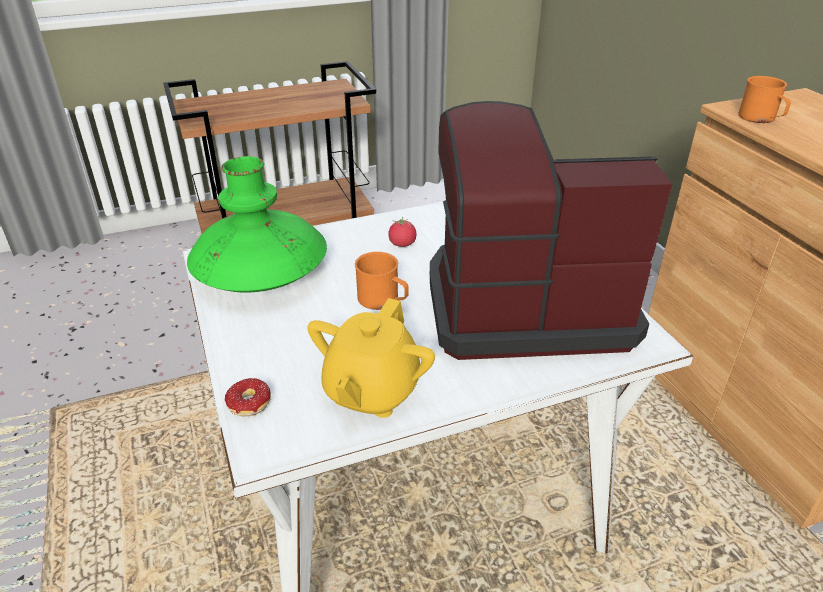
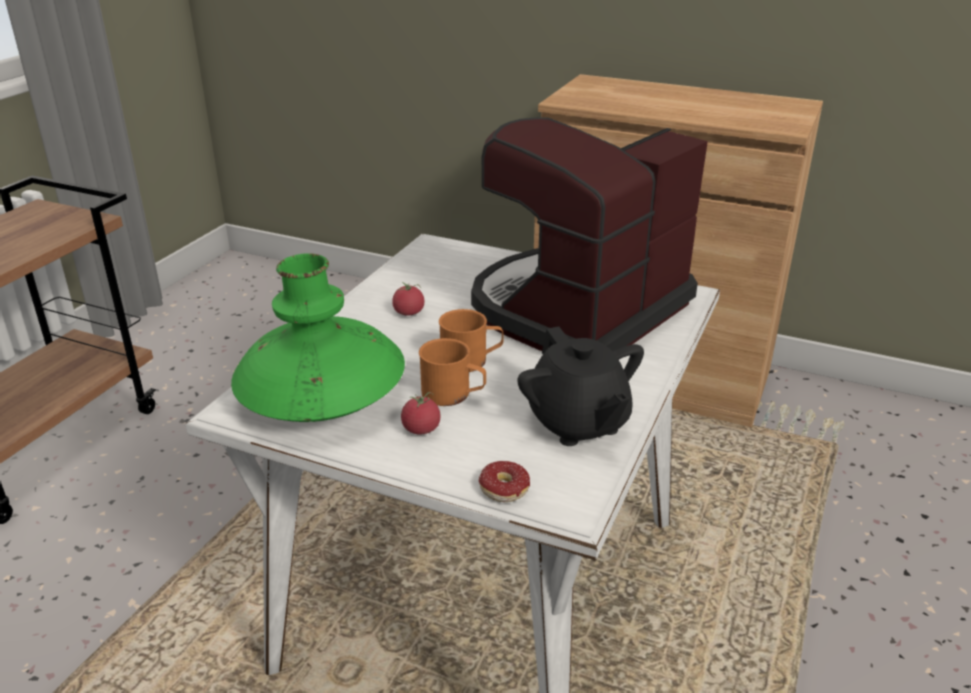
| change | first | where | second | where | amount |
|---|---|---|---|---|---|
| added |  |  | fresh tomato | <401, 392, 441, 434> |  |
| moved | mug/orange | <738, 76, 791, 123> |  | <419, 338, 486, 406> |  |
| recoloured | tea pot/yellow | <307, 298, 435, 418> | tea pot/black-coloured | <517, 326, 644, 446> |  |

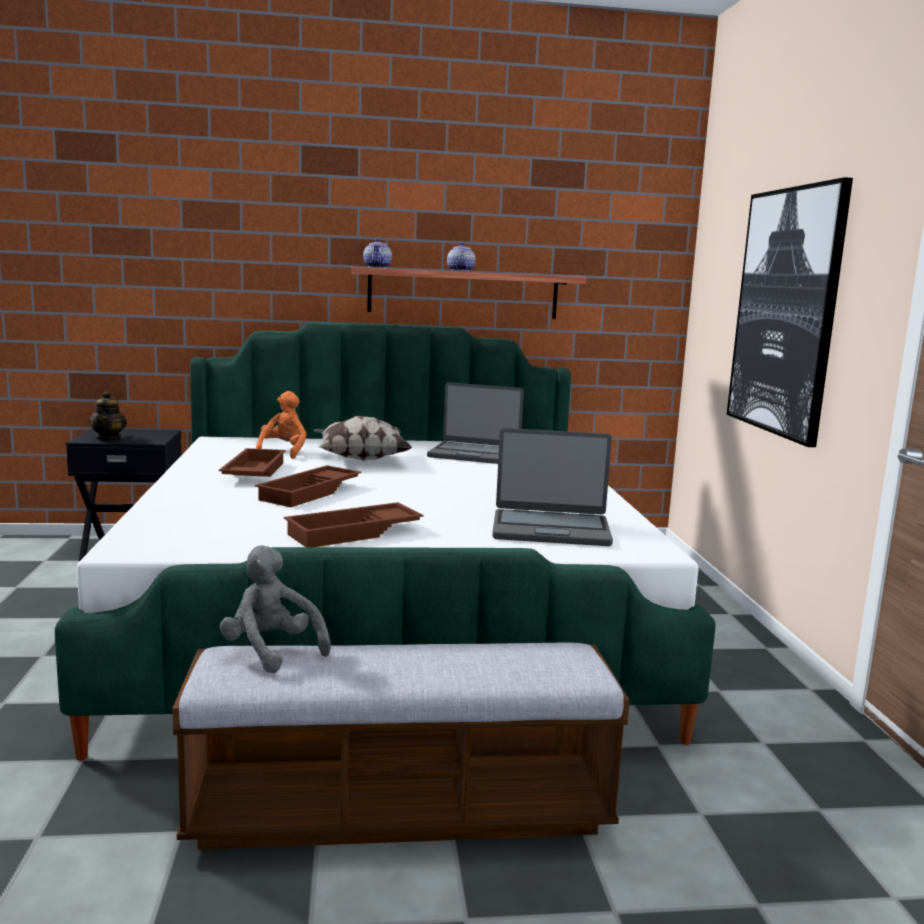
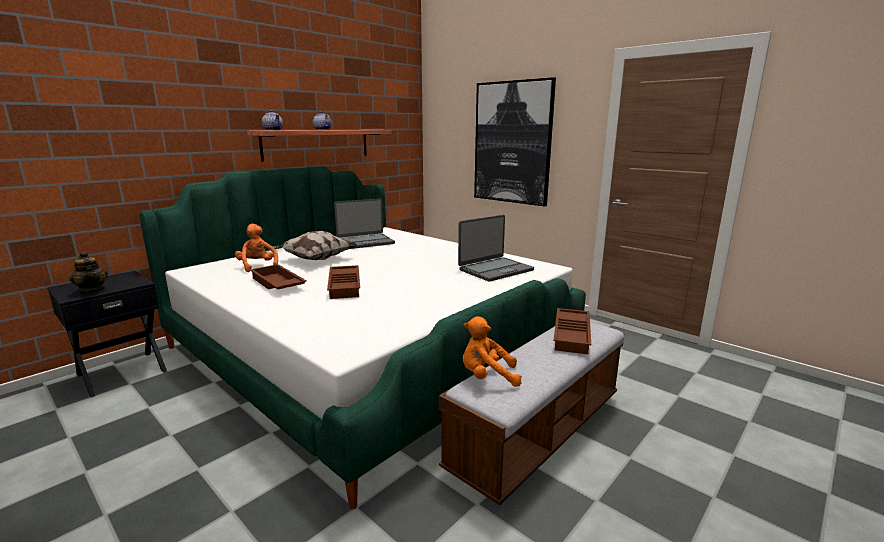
| change | first | where | second | where | amount |
|---|---|---|---|---|---|
| moved | serving tray/brownish | <284, 502, 424, 547> |  | <554, 308, 591, 354> |  |
| recoloured | soft toy/greyish | <220, 545, 331, 674> | soft toy/orange | <463, 316, 522, 387> |  |

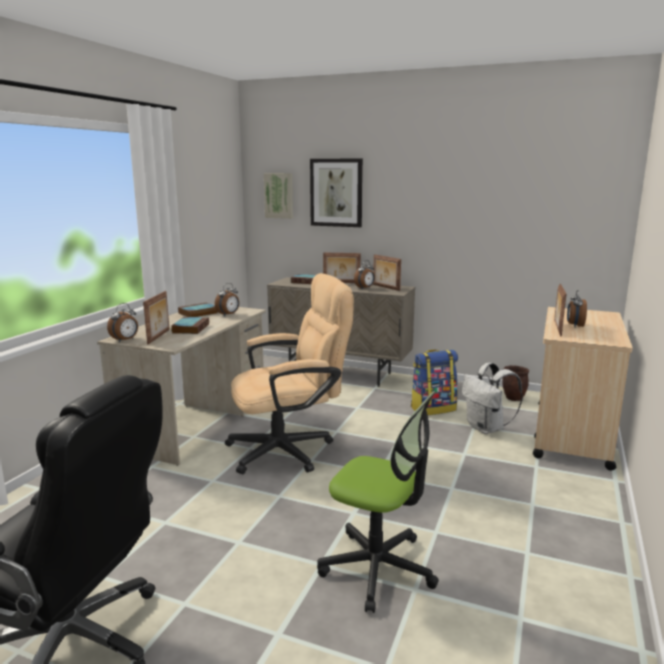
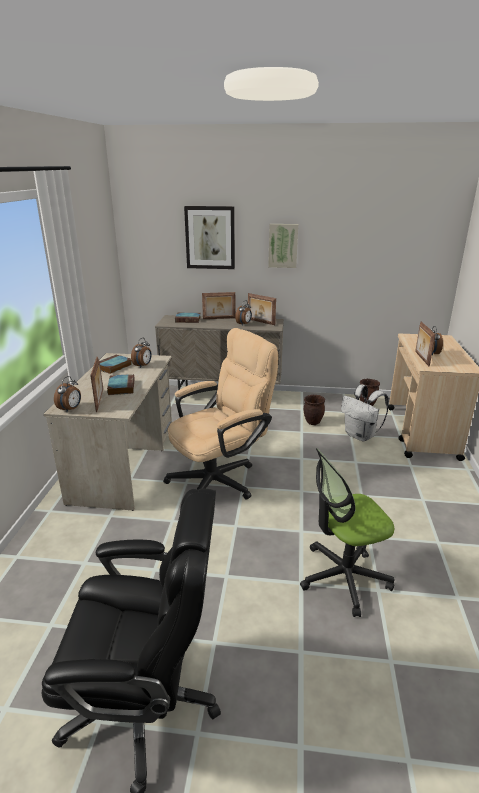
| change | first | where | second | where | amount |
|---|---|---|---|---|---|
| moved | wall picture | <264, 173, 293, 219> |  | <268, 224, 298, 268> |  |
| replaced | knapsack | <411, 349, 458, 415> | flower pot/brownish | <303, 395, 325, 425> |  |
| turned | office chair | <317, 391, 439, 613> |  | <300, 448, 394, 617> | 150 degrees clockwise |

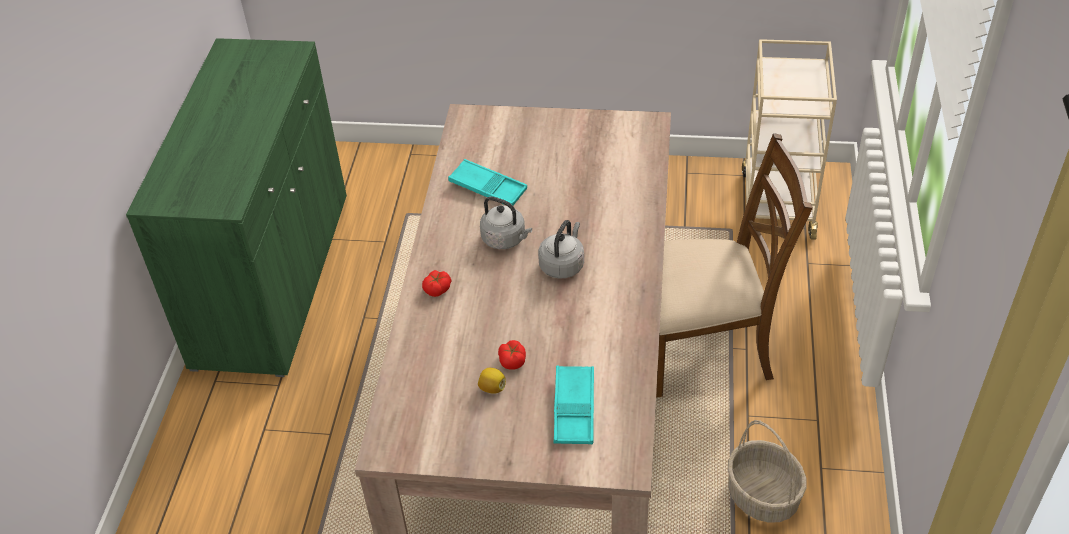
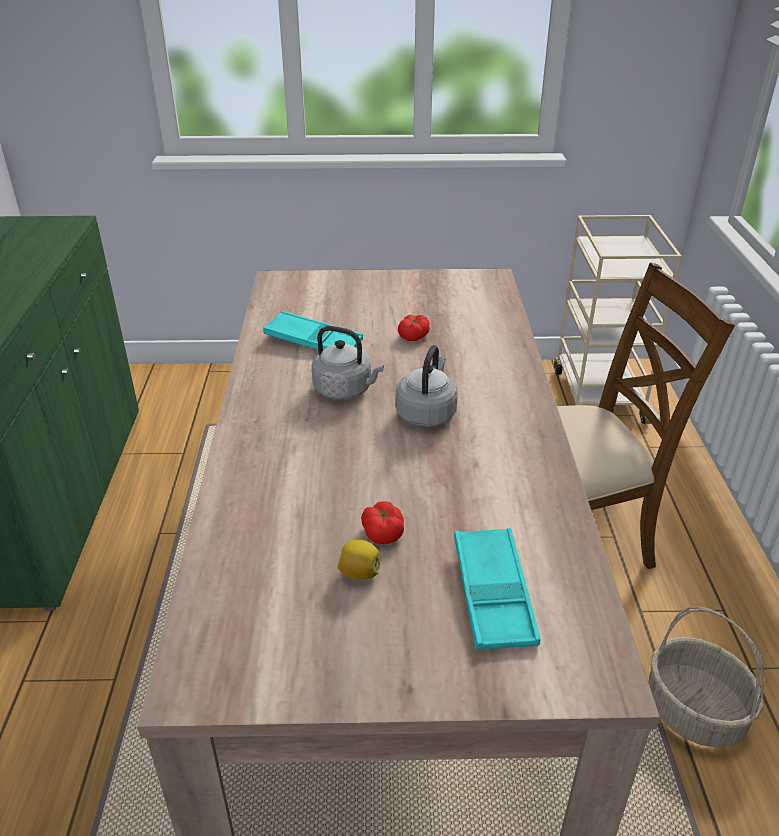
| change | first | where | second | where | amount |
|---|---|---|---|---|---|
| moved | fresh tomato | <422, 270, 451, 297> |  | <398, 315, 430, 341> |  |

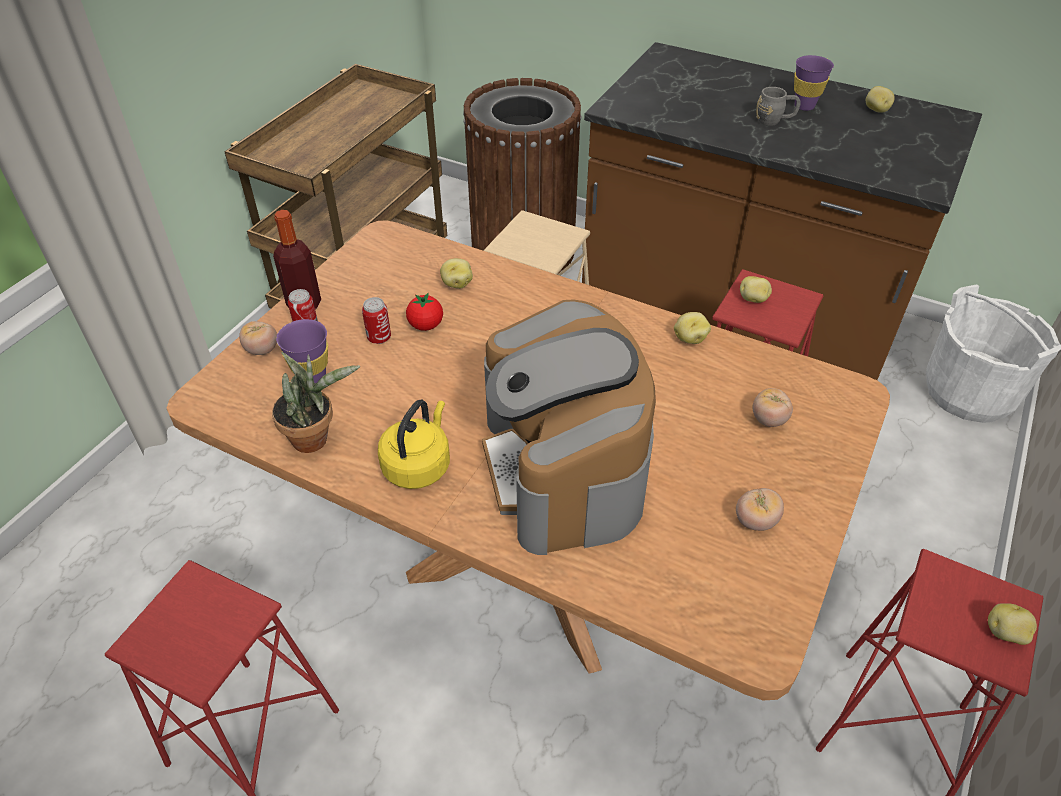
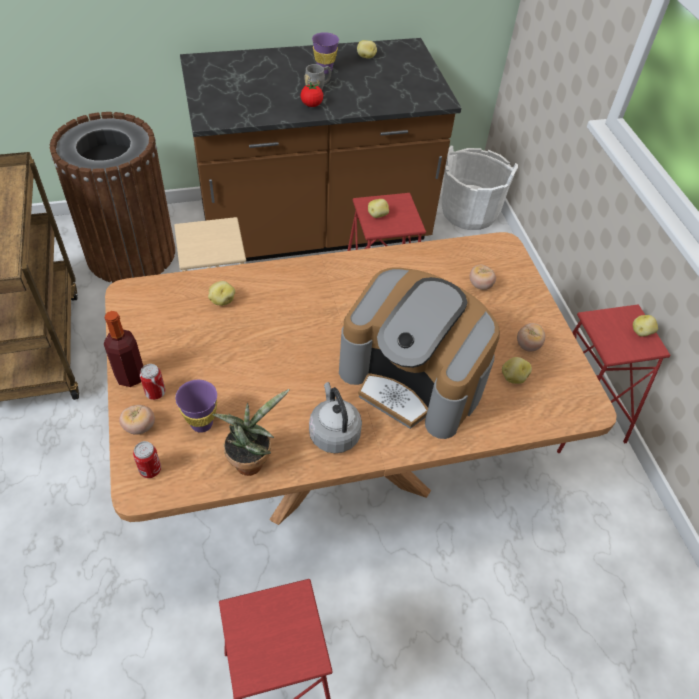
| change | first | where | second | where | amount |
|---|---|---|---|---|---|
| moved | metal can | <362, 297, 391, 344> |  | <133, 441, 161, 478> |  |
| moved | fresh tomato | <406, 293, 443, 331> |  | <301, 82, 323, 107> |  |
| moved | whole potato | <674, 312, 711, 344> |  | <502, 357, 532, 384> |  |
| recoloured | tea kettle/yellow | <378, 400, 450, 489> | tea kettle/greyish | <309, 382, 362, 453> |  |

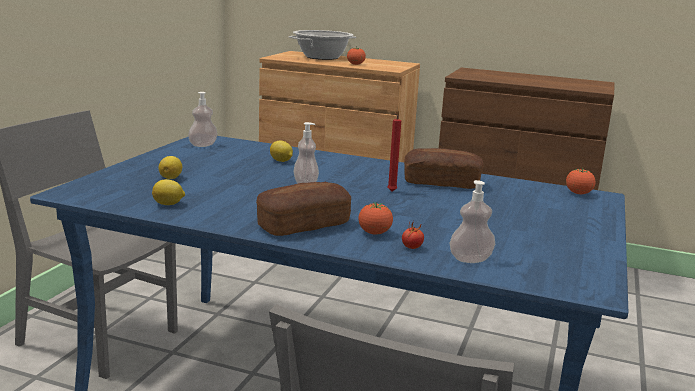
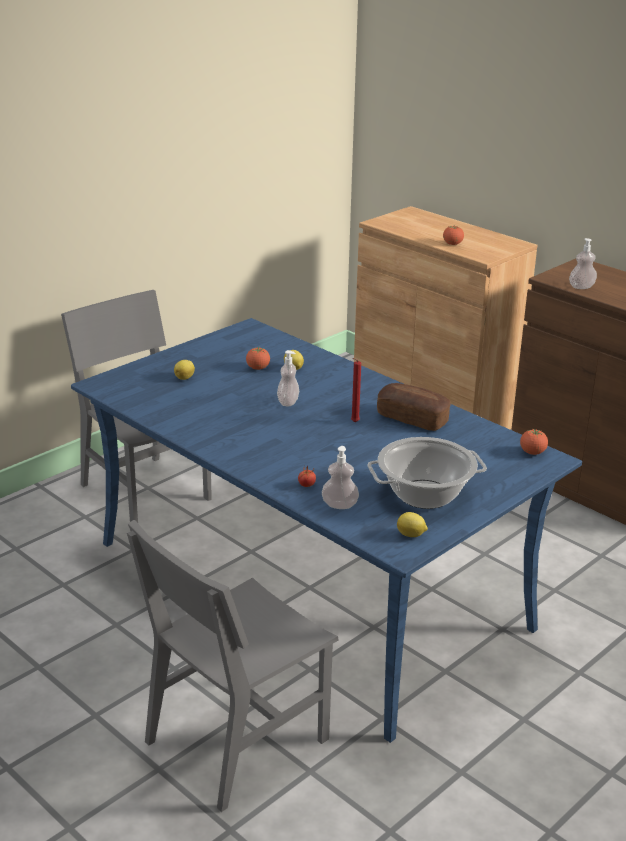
| change | first | where | second | where | amount |
|---|---|---|---|---|---|
| removed | baked bread | <256, 182, 351, 236> |  |  |  |
| moved | citrus fruit | <152, 179, 185, 205> |  | <397, 512, 428, 537> |  |
| moved | soap dispenser | <188, 92, 218, 147> |  | <569, 238, 597, 289> |  |
| moved | saucepot | <289, 30, 356, 60> |  | <367, 437, 487, 509> |  |
| moved | fresh tomato | <358, 202, 393, 235> |  | <246, 348, 270, 370> |  |

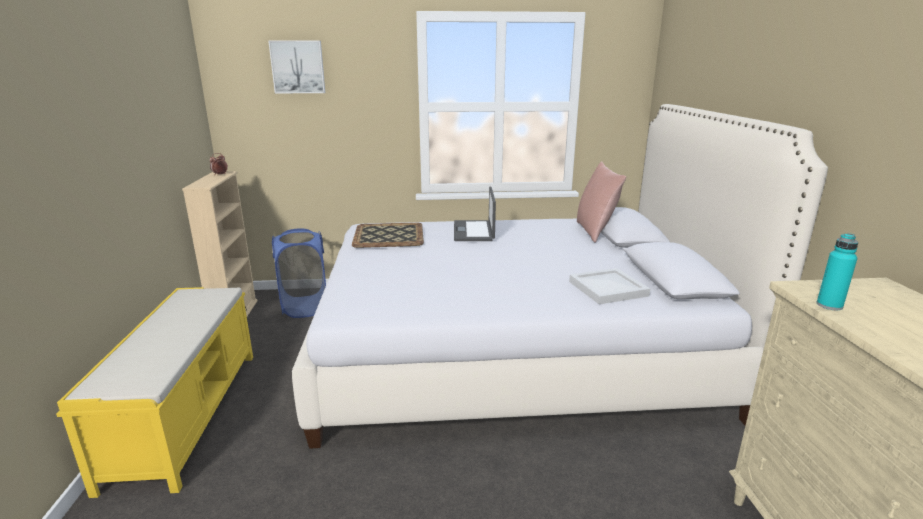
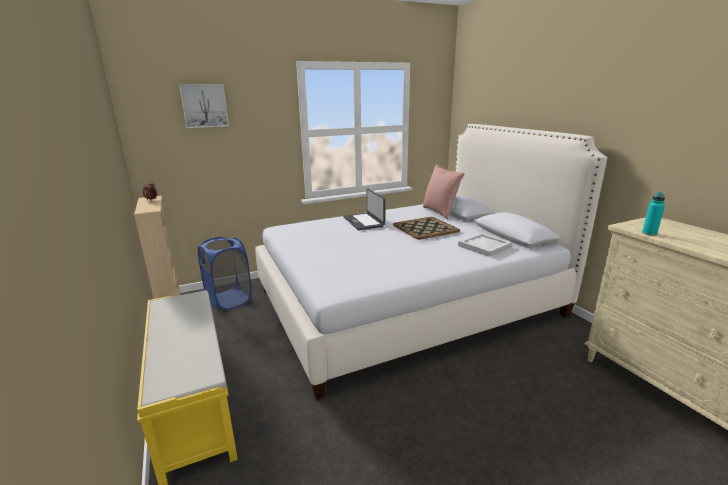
| change | first | where | second | where | amount |
|---|---|---|---|---|---|
| moved | serving tray | <352, 222, 424, 248> |  | <393, 217, 460, 239> |  |

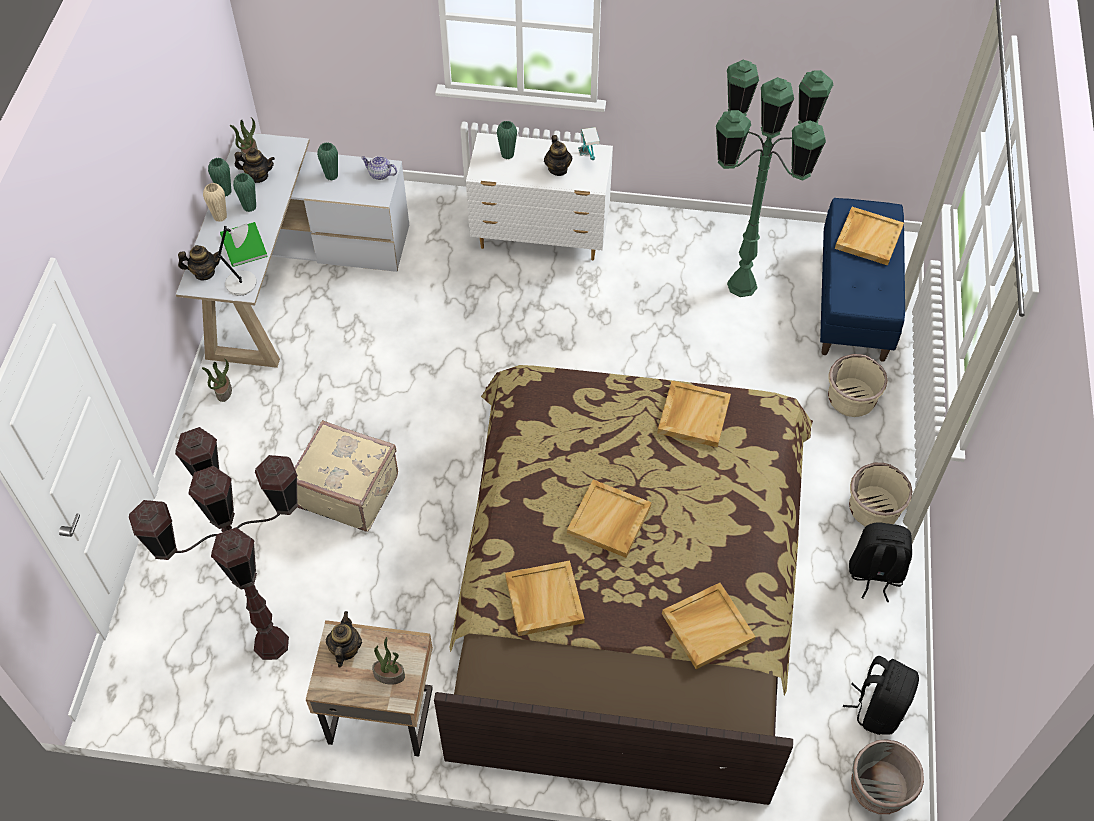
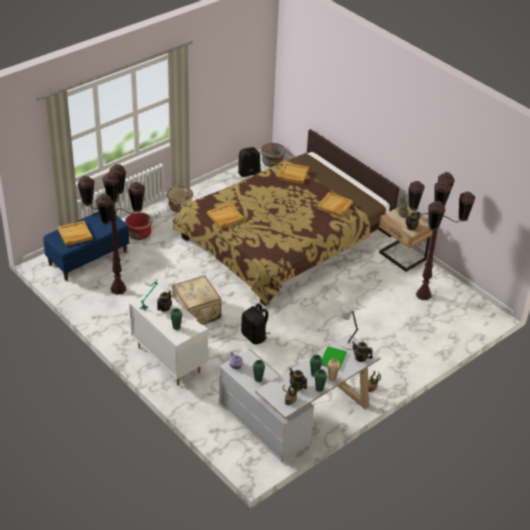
| change | first | where | second | where | amount |
|---|---|---|---|---|---|
| removed | serving tray/beige | <567, 480, 652, 558> |  |  |  |
| moved | piece of luggage/beige | <295, 420, 398, 532> |  | <172, 275, 222, 325> |  |
| moved | knapsack/black-coloured | <849, 522, 912, 602> |  | <241, 303, 269, 344> |  |
| recoloured | standing lamp/greenish | <715, 60, 833, 297> | standing lamp/brownish | <78, 164, 145, 295> |  |
| recoloured | flower pot/beige | <828, 354, 888, 417> | flower pot/red | <125, 213, 152, 240> |  |

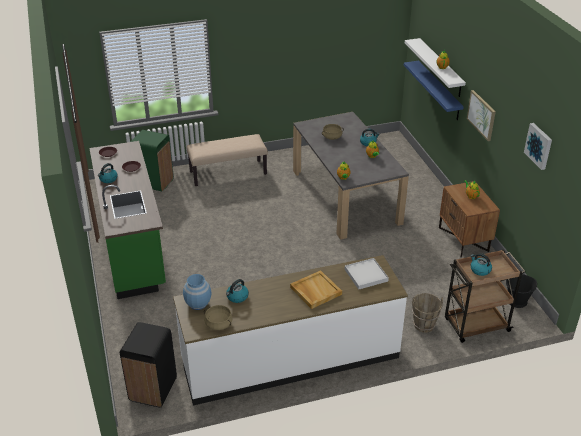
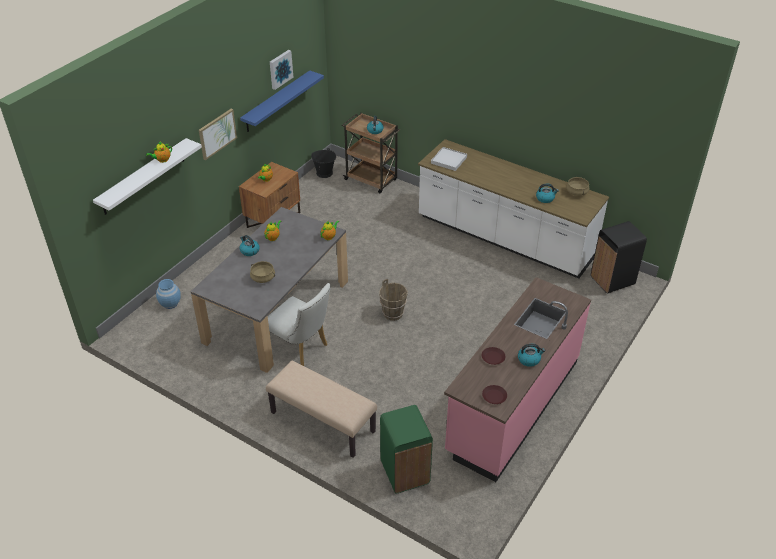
| change | first | where | second | where | amount |
|---|---|---|---|---|---|
| removed | serving tray/beige | <290, 270, 342, 309> |  |  |  |
| added |  |  | upright chair/whitish | <268, 283, 331, 366> |  |
| moved | flower vase/bluish | <183, 274, 212, 310> |  | <156, 279, 181, 309> |  |
| moved | bracket shelf/bluish | <404, 61, 464, 120> |  | <240, 70, 324, 132> |  |
| moved | water bucket/brownish | <412, 293, 443, 333> |  | <379, 279, 408, 321> |  |
| recoloured | kitchen base unit/greenish | <89, 141, 166, 299> | kitchen base unit/pink | <444, 277, 591, 482> |  |

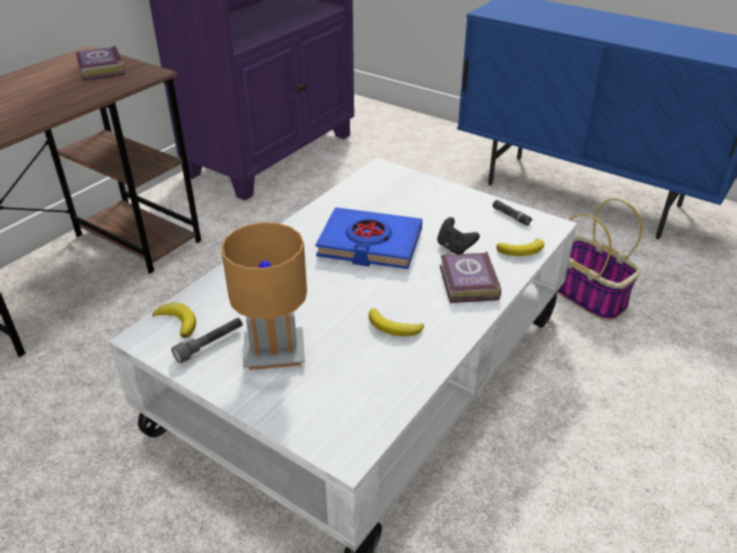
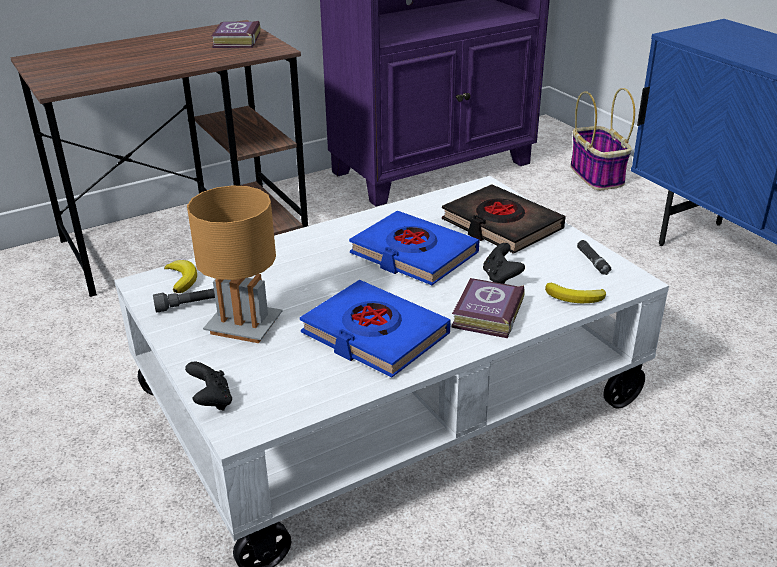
| change | first | where | second | where | amount |
|---|---|---|---|---|---|
| added |  |  | joypad/black-coloured | <185, 361, 232, 411> |  |
| added |  |  | book/black-coloured | <442, 184, 566, 254> |  |
| moved | household basket | <557, 198, 643, 322> |  | <570, 88, 635, 190> |  |
| replaced | banana | <369, 309, 424, 336> | book/bluish | <300, 280, 451, 378> |  |

